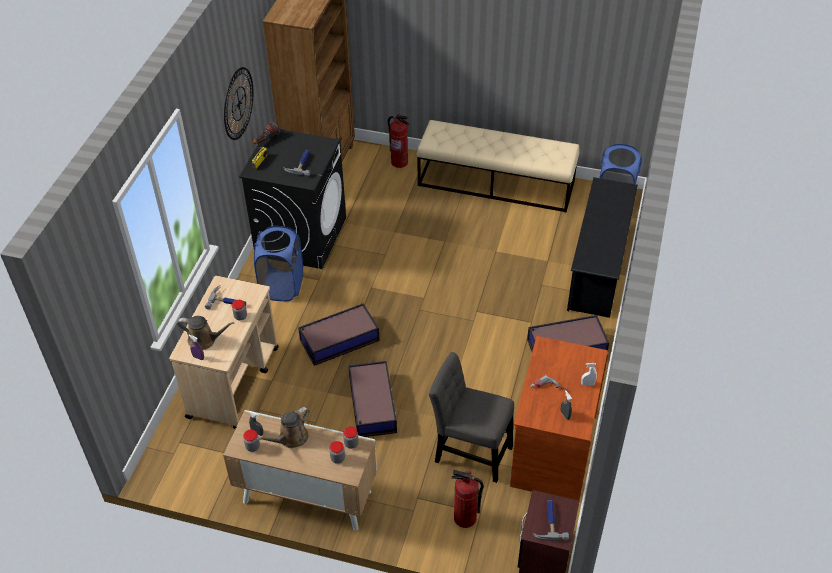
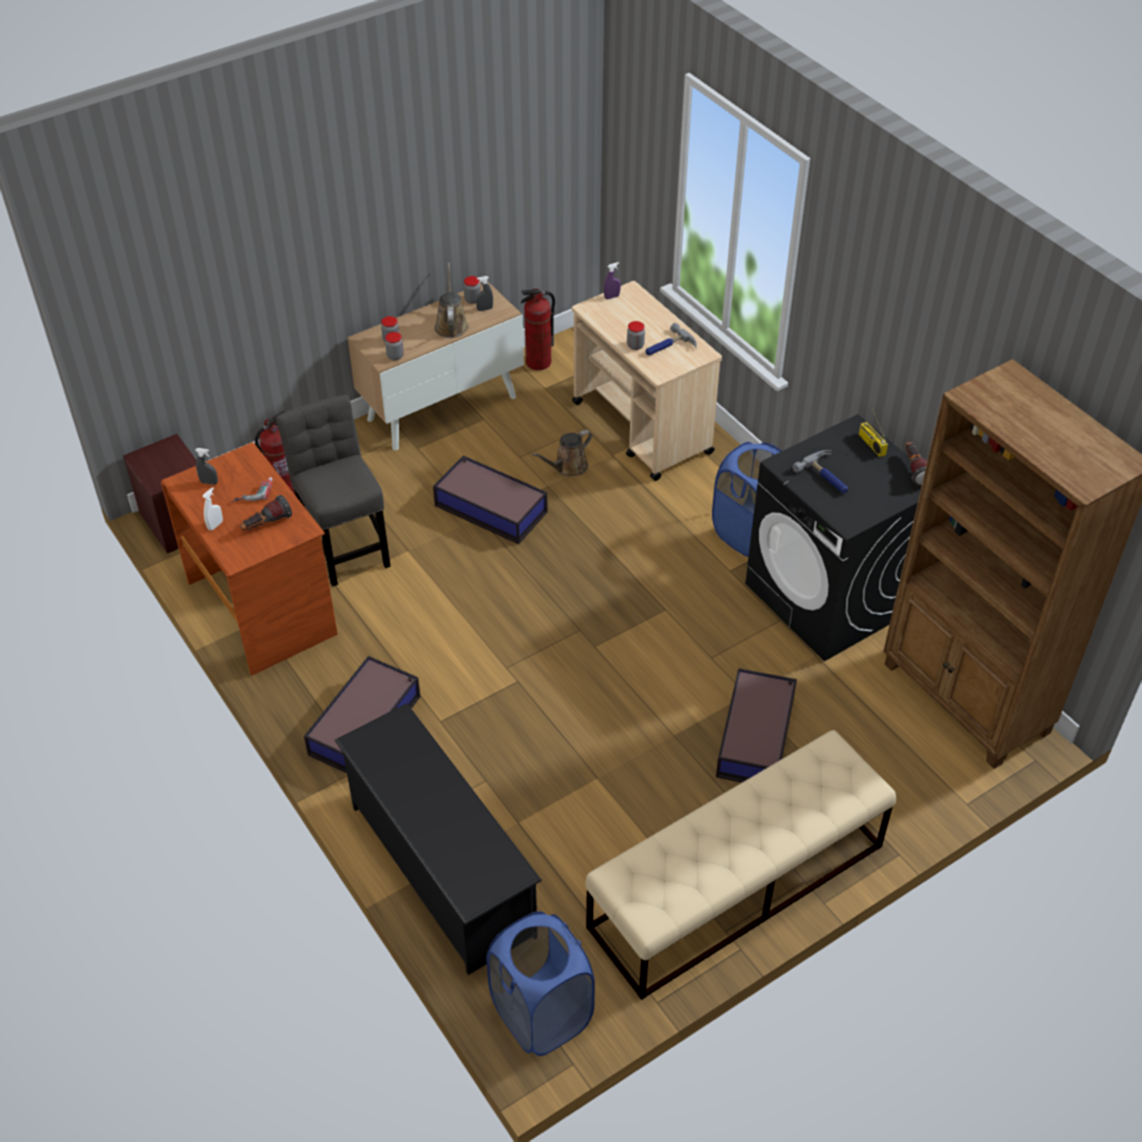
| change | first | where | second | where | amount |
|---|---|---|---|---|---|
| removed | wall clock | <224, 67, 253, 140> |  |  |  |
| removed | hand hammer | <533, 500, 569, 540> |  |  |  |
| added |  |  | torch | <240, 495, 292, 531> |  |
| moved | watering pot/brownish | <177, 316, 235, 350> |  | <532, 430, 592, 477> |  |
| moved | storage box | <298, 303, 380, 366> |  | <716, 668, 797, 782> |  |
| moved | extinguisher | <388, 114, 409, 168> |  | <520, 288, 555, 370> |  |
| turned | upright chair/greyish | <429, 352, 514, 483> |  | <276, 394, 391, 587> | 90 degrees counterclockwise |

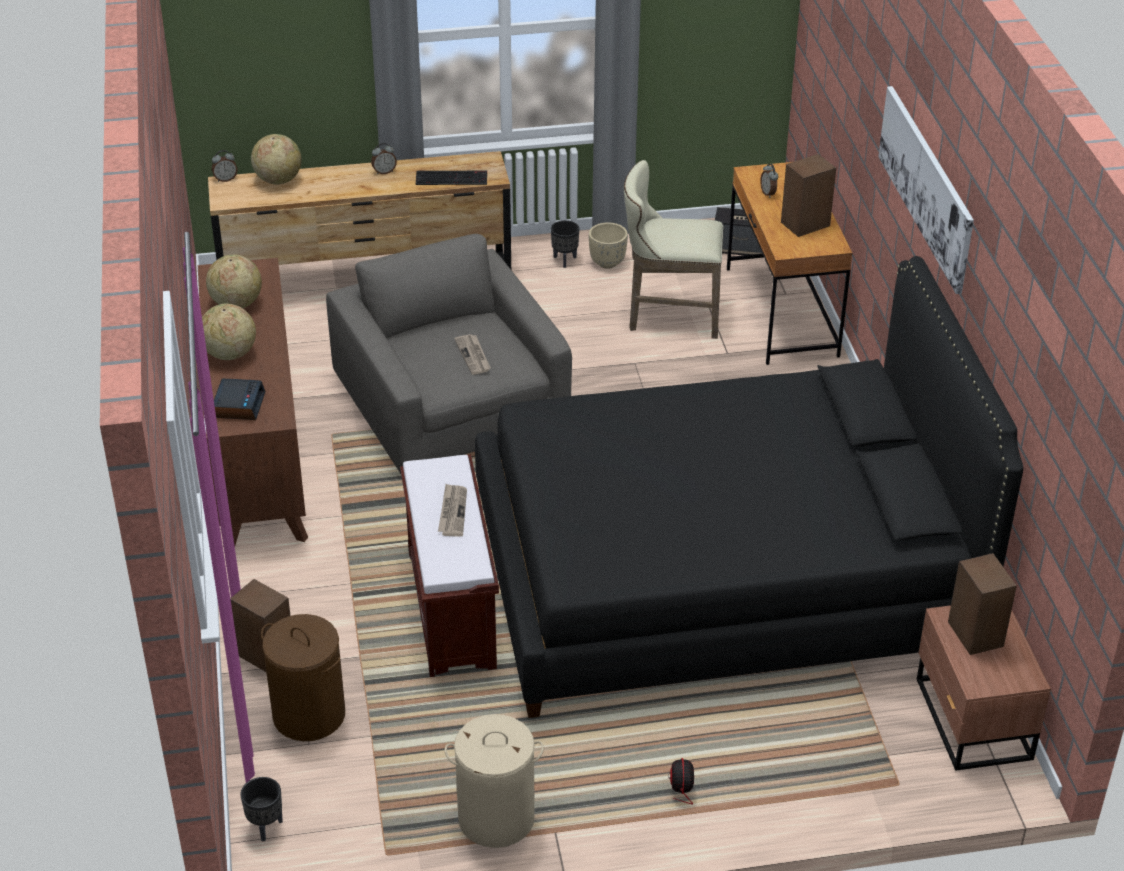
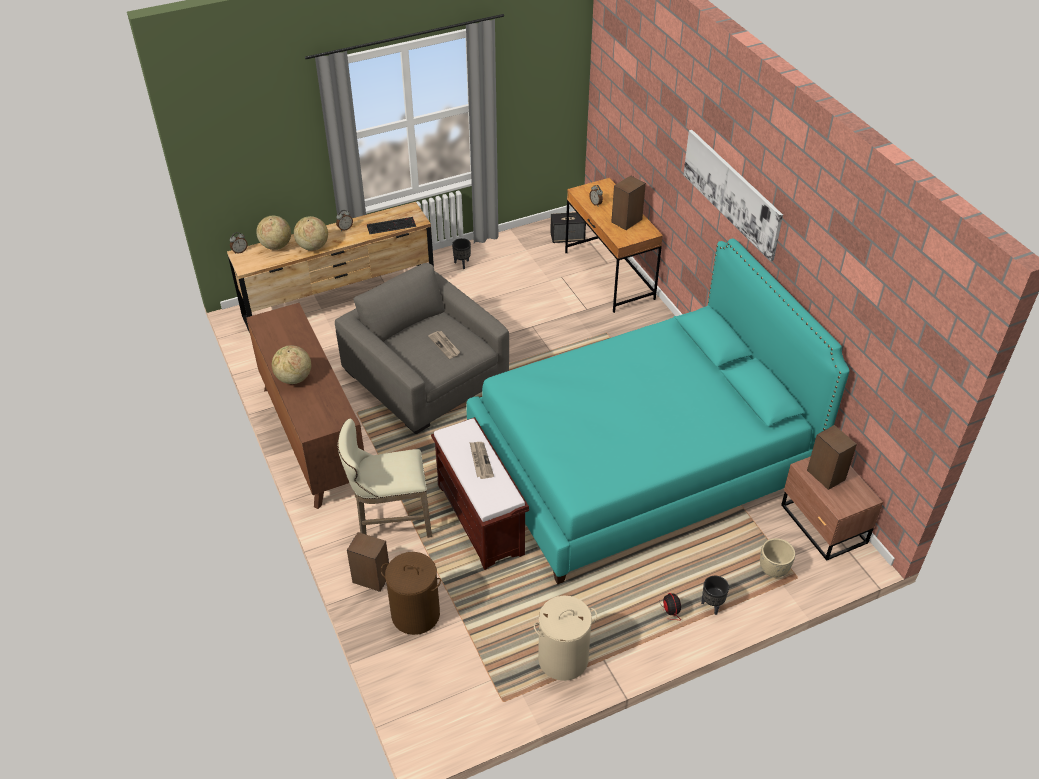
| change | first | where | second | where | amount |
|---|---|---|---|---|---|
| removed | alarm clock | <214, 378, 266, 420> |  |  |  |
| moved | world globe | <206, 255, 262, 308> |  | <294, 216, 328, 251> |  |
| moved | flower pot/black-coloured | <241, 777, 283, 841> |  | <701, 576, 729, 615> |  |
| moved | flower pot/beige | <589, 223, 628, 269> |  | <760, 538, 795, 578> |  |
| moved | stool/beige | <624, 160, 723, 339> |  | <338, 419, 432, 538> |  |
| recoloured | sleeping bed/black-coloured | <475, 256, 1023, 718> | sleeping bed/turquoise | <466, 238, 850, 584> |  |

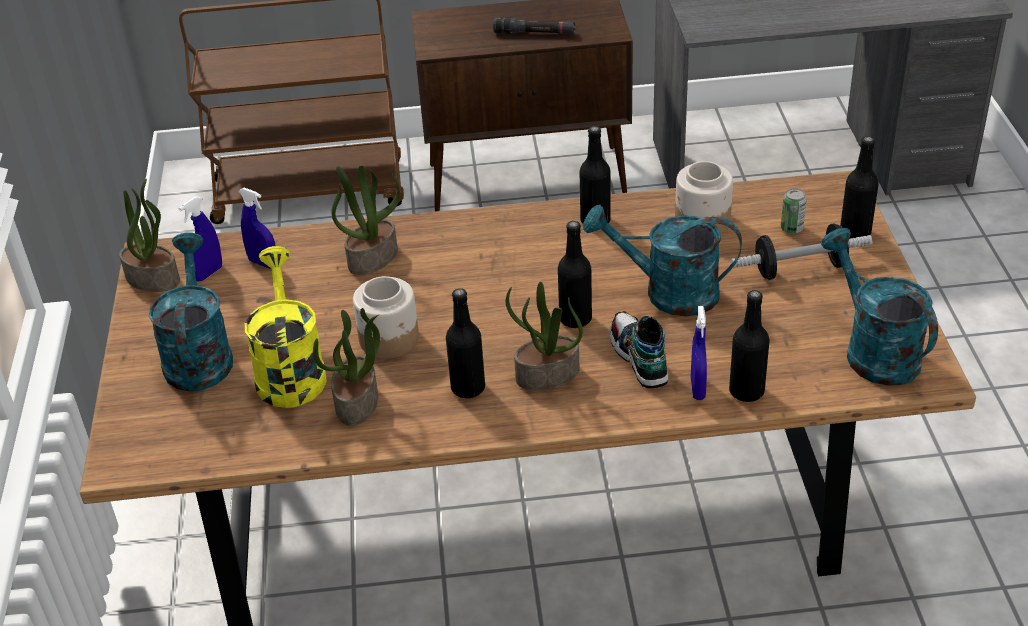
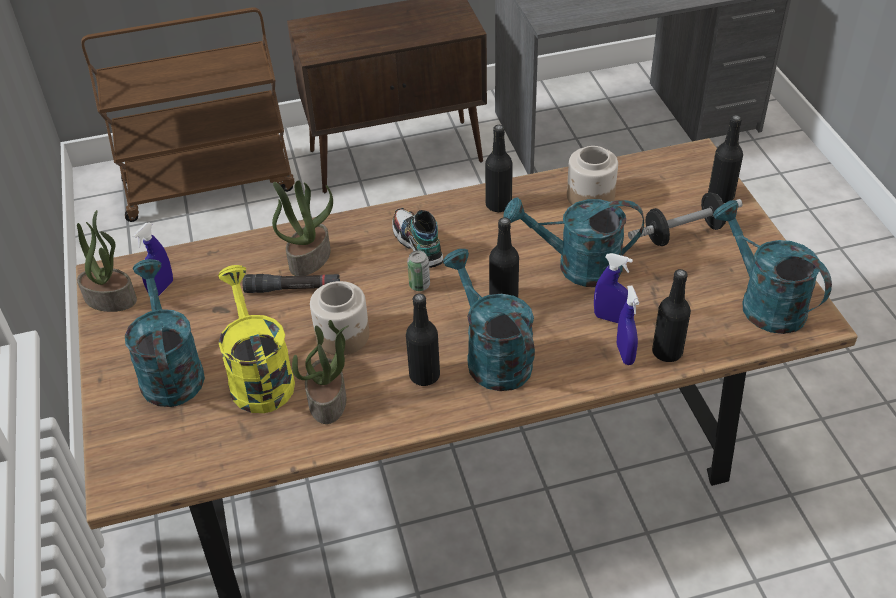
| change | first | where | second | where | amount |
|---|---|---|---|---|---|
| moved | sprayer/bluish | <238, 188, 276, 269> |  | <594, 253, 633, 323> |  |
| moved | torch/black-coloured | <493, 17, 575, 34> |  | <242, 274, 340, 293> |  |
| moved | low shoe | <610, 311, 668, 388> |  | <392, 208, 443, 268> |  |
| moved | metal can | <781, 188, 807, 234> |  | <407, 250, 430, 291> |  |
| replaced | houseplant | <506, 282, 583, 391> | watering pot/turquoise | <443, 249, 535, 391> |  |

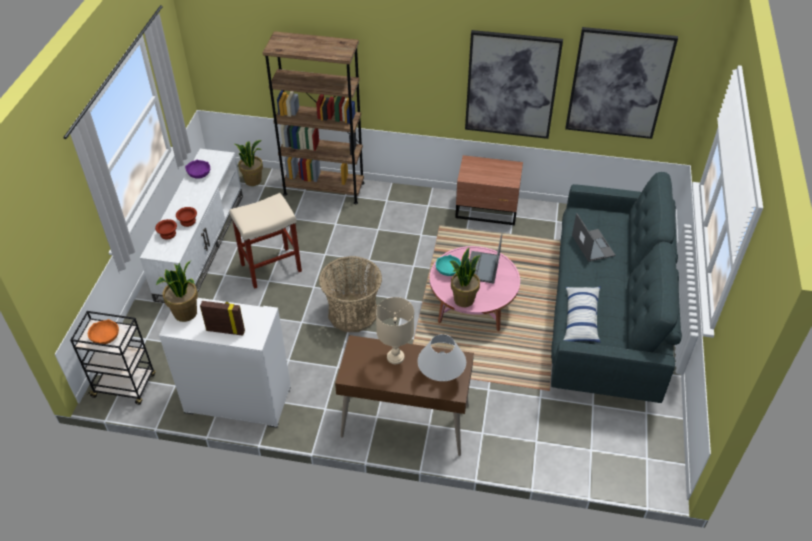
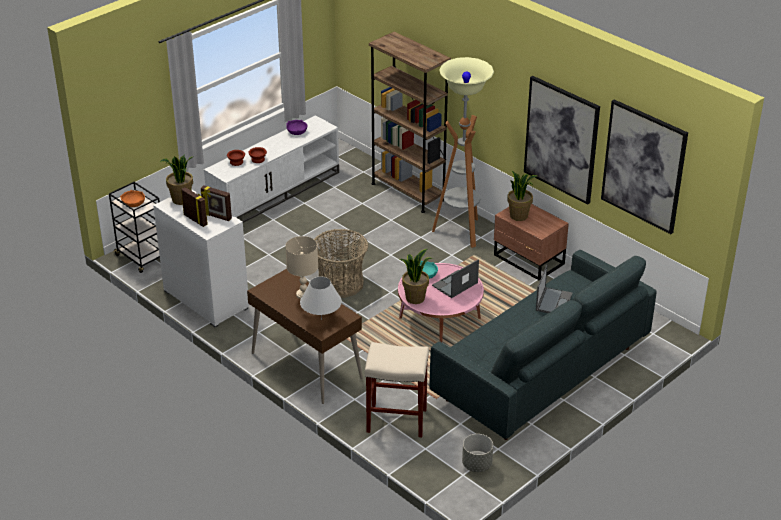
| change | first | where | second | where | amount |
|---|---|---|---|---|---|
| removed | cushion | <563, 286, 601, 343> |  |  |  |
| added |  |  | standing frame | <201, 185, 232, 221> |  |
| added |  |  | standing lamp | <432, 57, 494, 248> |  |
| added |  |  | flower pot/greyish | <462, 434, 493, 472> |  |
| moved | stool/beige | <229, 193, 302, 289> |  | <365, 342, 429, 437> |  |
| moved | houseplant | <235, 140, 263, 186> |  | <507, 170, 537, 221> |  |

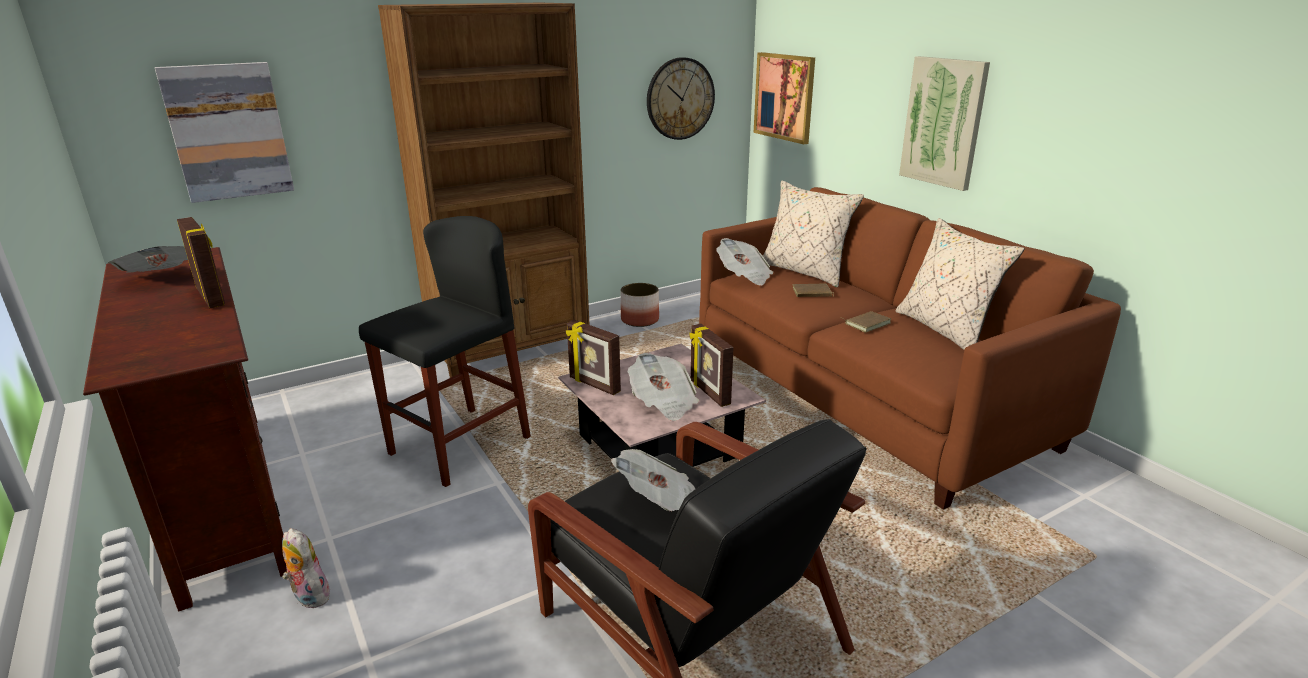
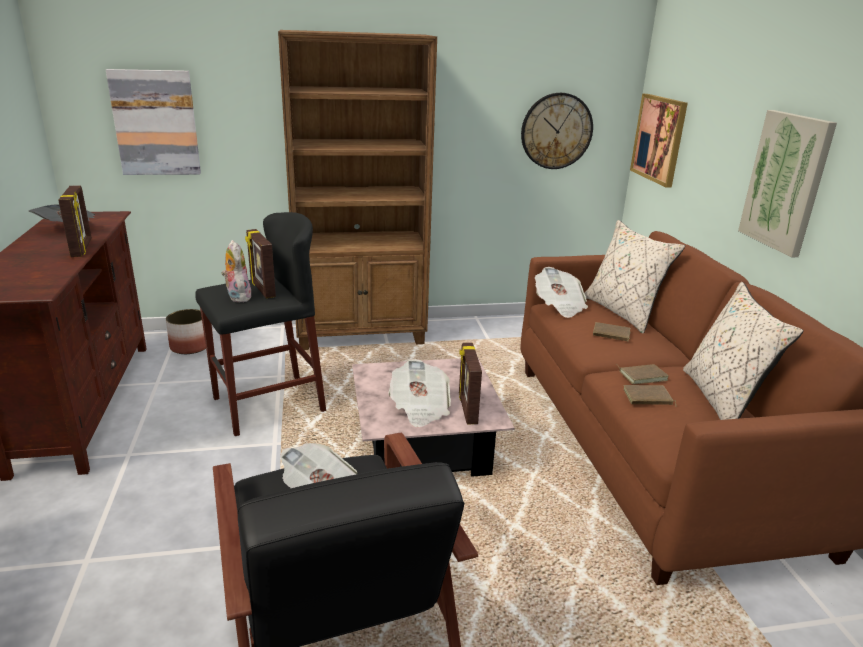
| change | first | where | second | where | amount |
|---|---|---|---|---|---|
| added |  |  | book/brownish | <623, 385, 677, 407> |  |
| moved | soft toy | <282, 528, 330, 608> |  | <221, 240, 252, 303> |  |
| moved | standing frame | <566, 320, 621, 395> |  | <245, 229, 276, 299> |  |
| moved | flower pot | <621, 283, 659, 327> |  | <166, 309, 206, 354> |  |

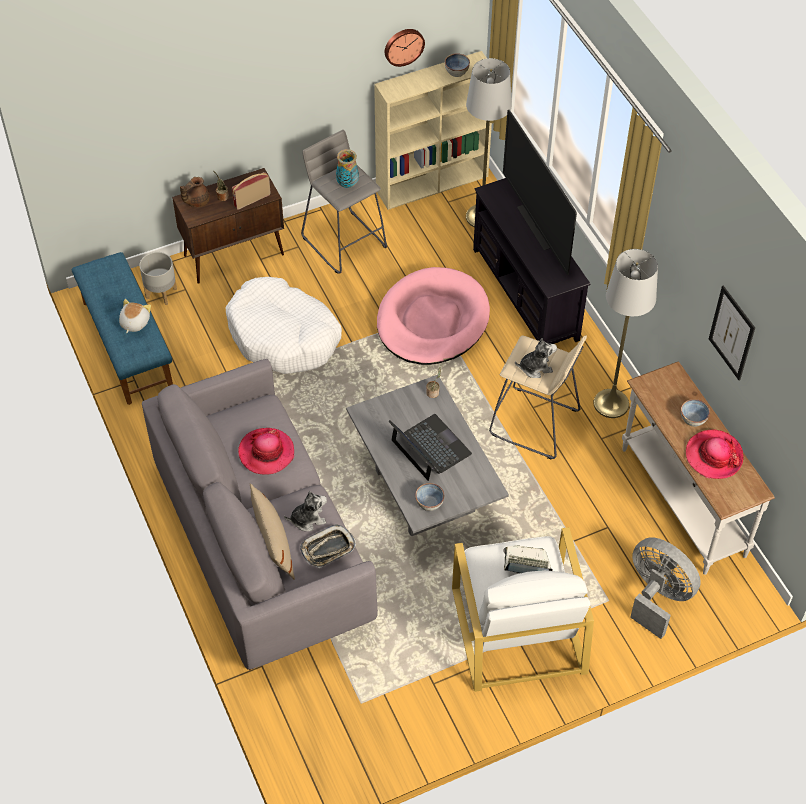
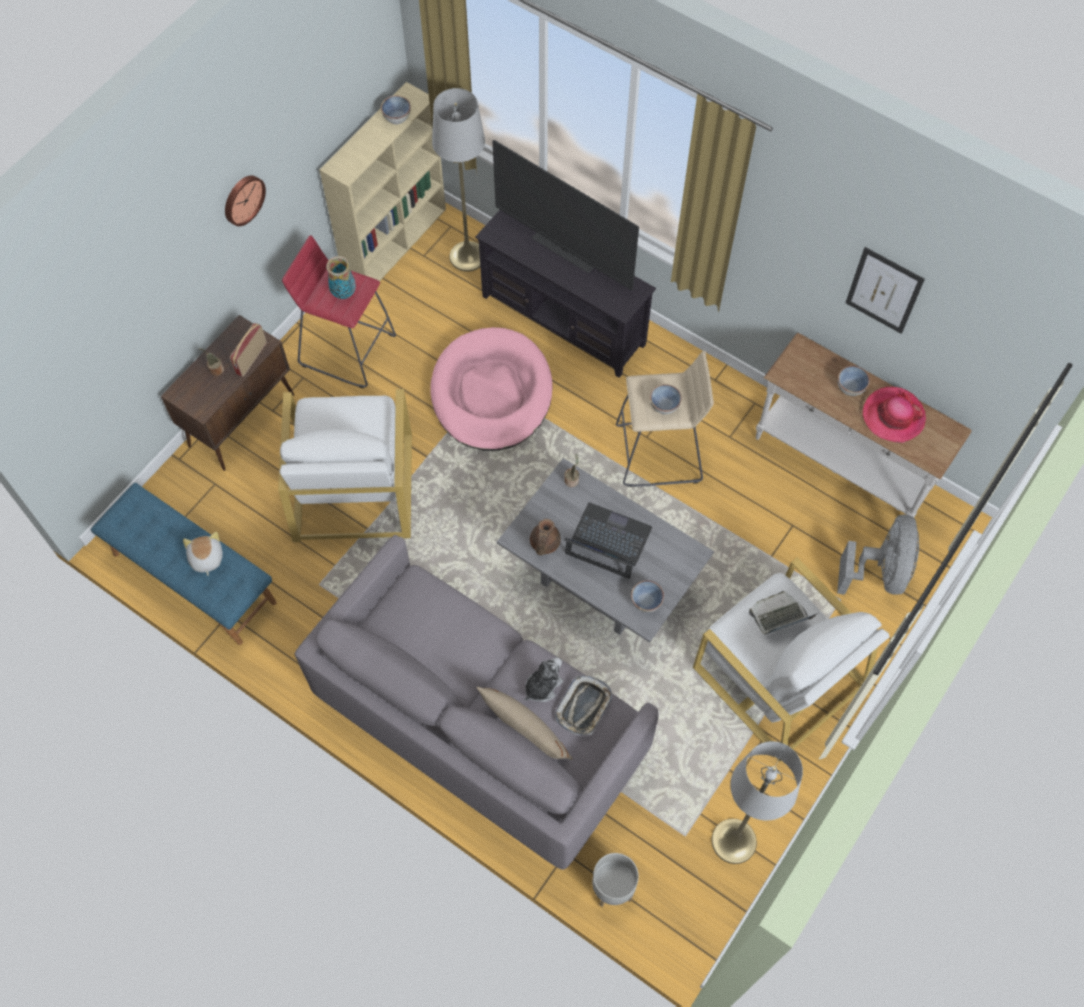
| change | first | where | second | where | amount |
|---|---|---|---|---|---|
| removed | clothing hat | <238, 428, 294, 475> |  |  |  |
| moved | flower pot/greyish | <139, 252, 177, 305> |  | <592, 853, 639, 907> |  |
| moved | tea pot/brownish | <180, 177, 210, 207> |  | <530, 519, 561, 555> |  |
| moved | wall clock | <385, 29, 425, 67> |  | <225, 175, 266, 226> |  |
| moved | standing lamp/greyish | <593, 249, 658, 418> |  | <712, 741, 803, 864> |  |
| replaced | dog cushion/whitish | <226, 277, 342, 374> | armchair/whitish | <278, 389, 412, 542> |  |
| replaced | soft toy | <515, 338, 557, 378> | serving bowl | <650, 384, 681, 414> |  |
| recoloured | stool/greyish | <301, 130, 387, 274> | stool/red | <282, 235, 396, 388> |  |
| turned | electric fan/greyish | <630, 537, 701, 639> |  | <837, 515, 919, 595> | 90 degrees clockwise |

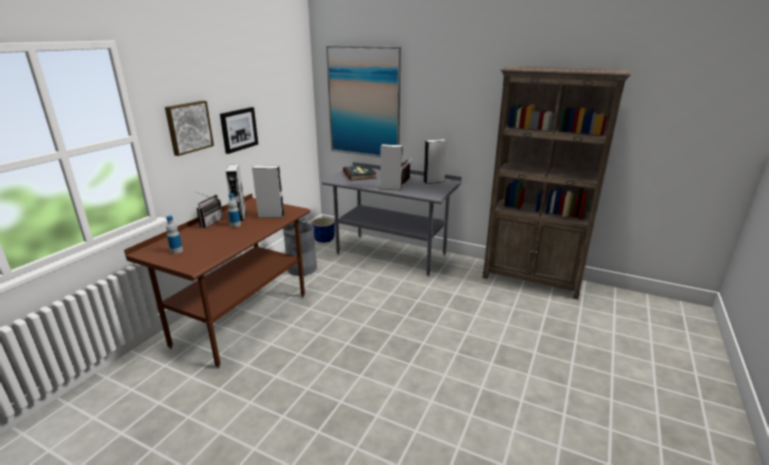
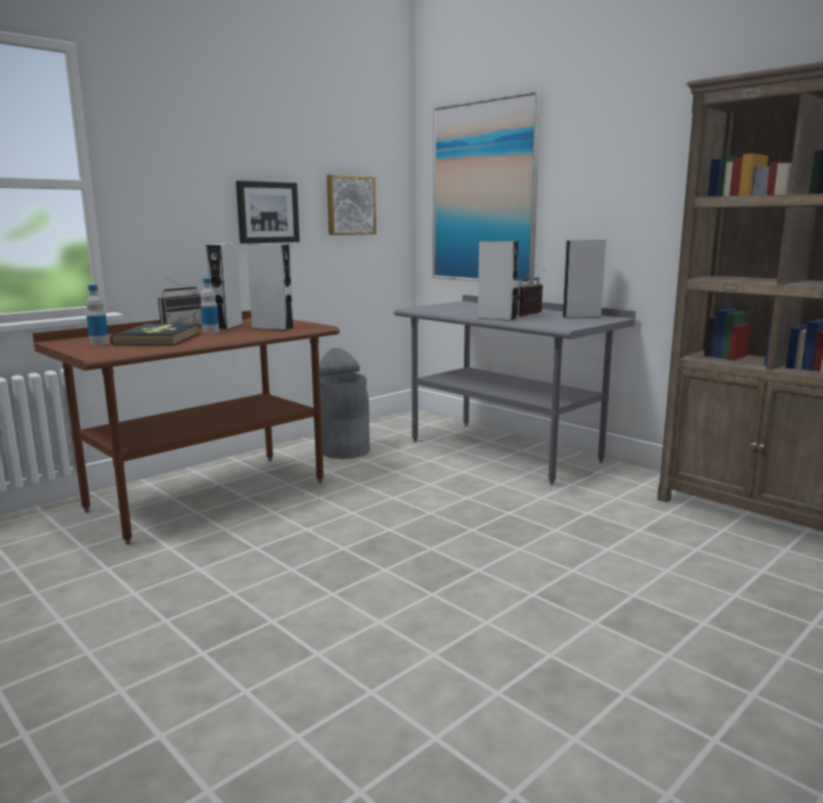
| change | first | where | second | where | amount |
|---|---|---|---|---|---|
| removed | flower pot/bluish | <312, 217, 335, 243> |  |  |  |
| moved | wall picture | <165, 101, 214, 156> |  | <327, 175, 376, 235> |  |
| moved | book | <343, 165, 376, 181> |  | <111, 323, 200, 346> |  |

